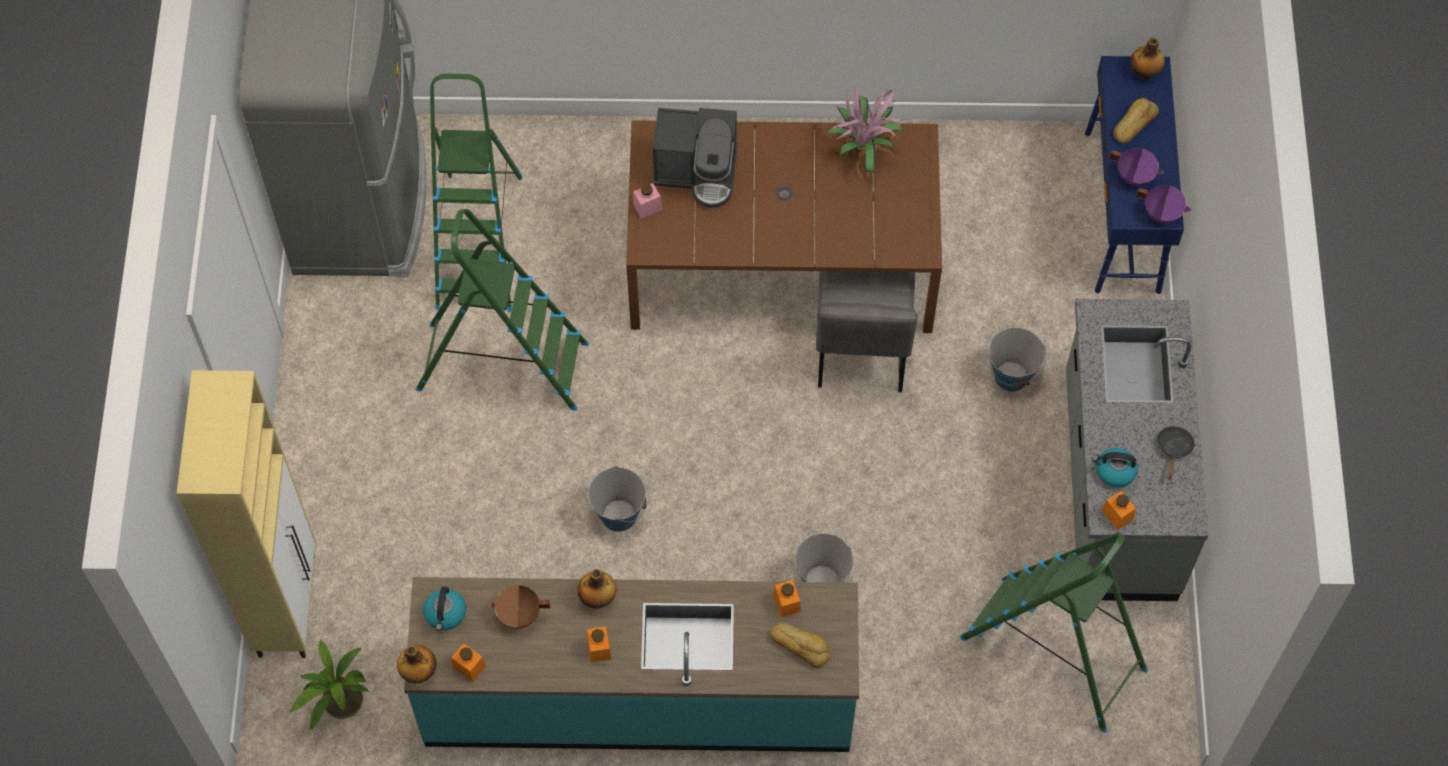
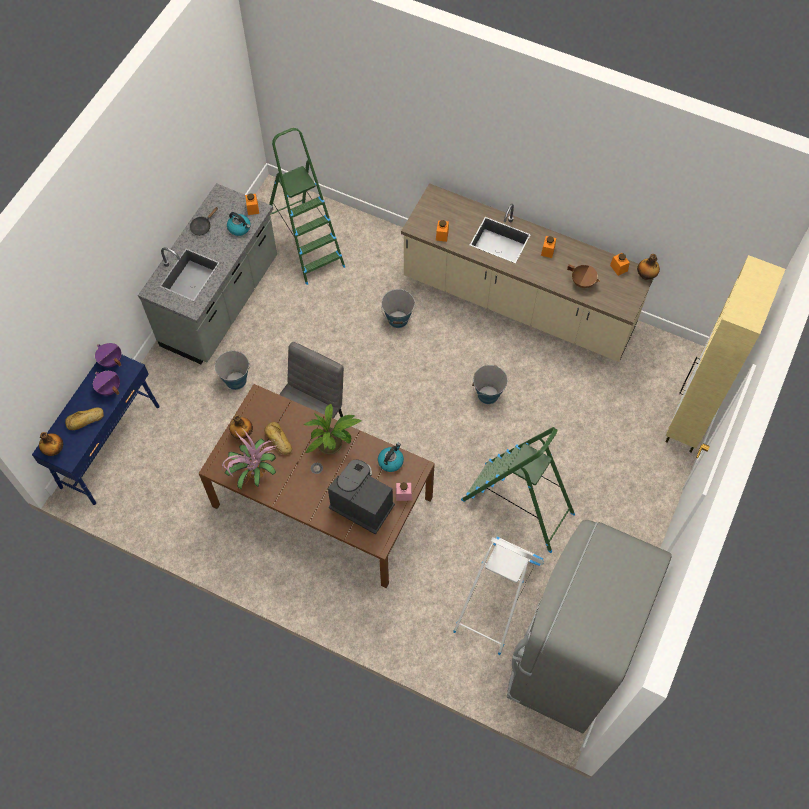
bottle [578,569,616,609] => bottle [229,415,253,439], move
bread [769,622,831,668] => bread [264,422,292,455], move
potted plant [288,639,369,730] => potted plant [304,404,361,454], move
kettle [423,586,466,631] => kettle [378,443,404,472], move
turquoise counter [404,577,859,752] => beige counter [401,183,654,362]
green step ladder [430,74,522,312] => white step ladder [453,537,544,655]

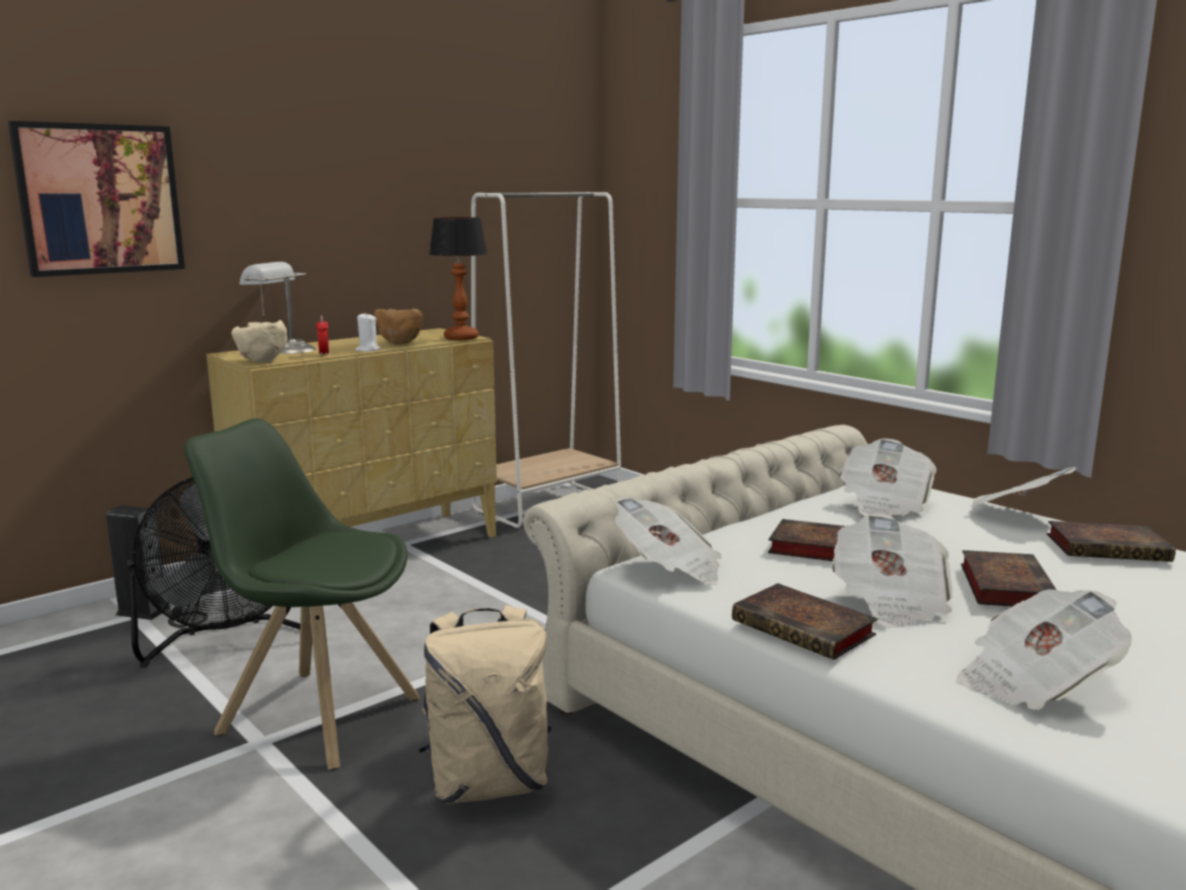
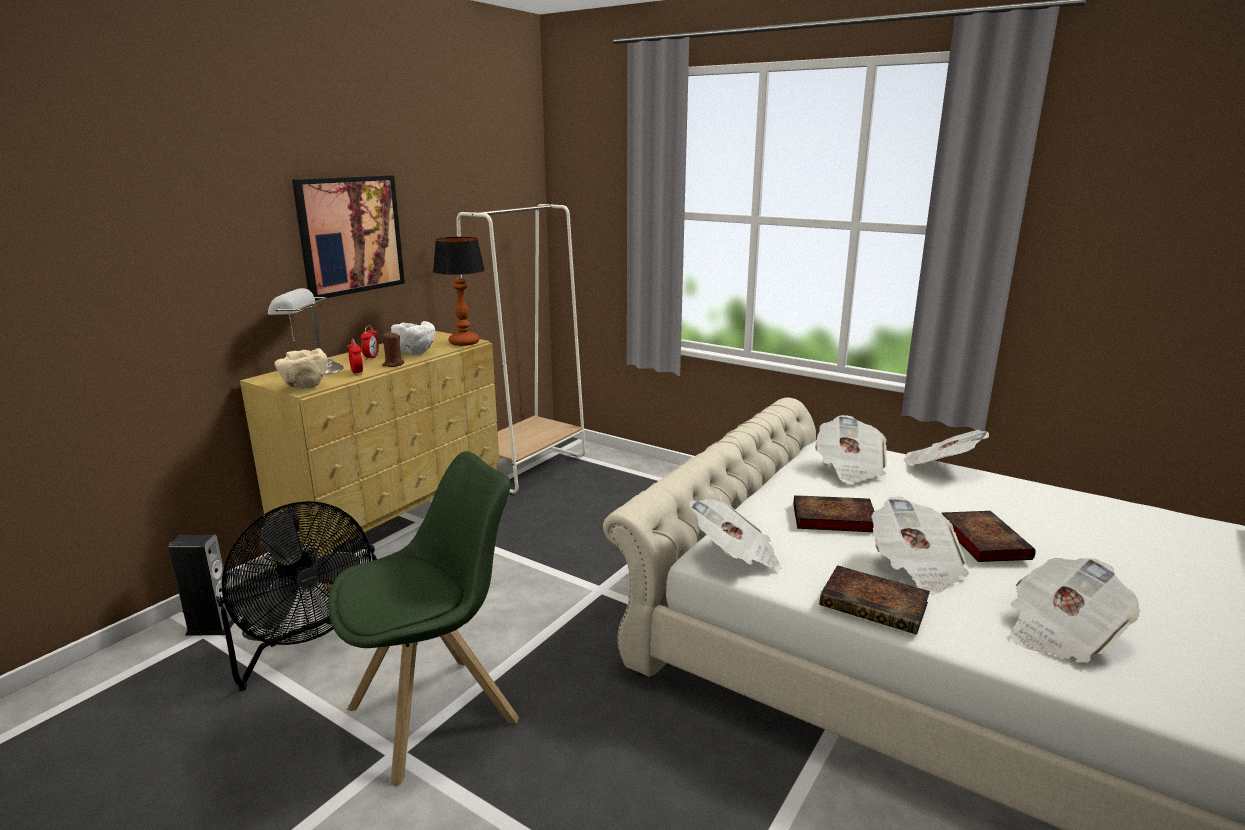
picture [8,121,185,277] => picture [292,175,405,300], move
green chair [184,418,420,770] => green chair [328,451,519,786], 135 degrees clockwise
nothing => alarm clock [361,325,379,360]
white candle [355,313,380,352] => brown candle [382,332,404,367]
brown bowl [374,309,423,344] => white bowl [391,321,435,355]
beige backpack [419,605,552,804] => nothing
book [1047,521,1176,562] => nothing

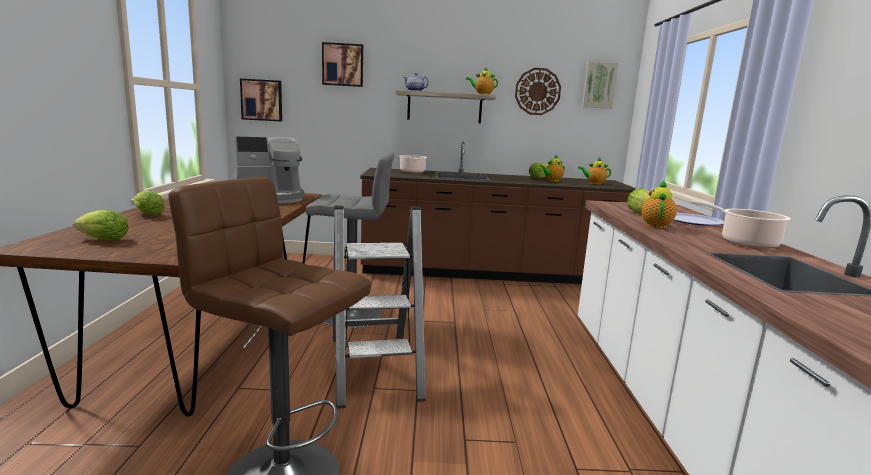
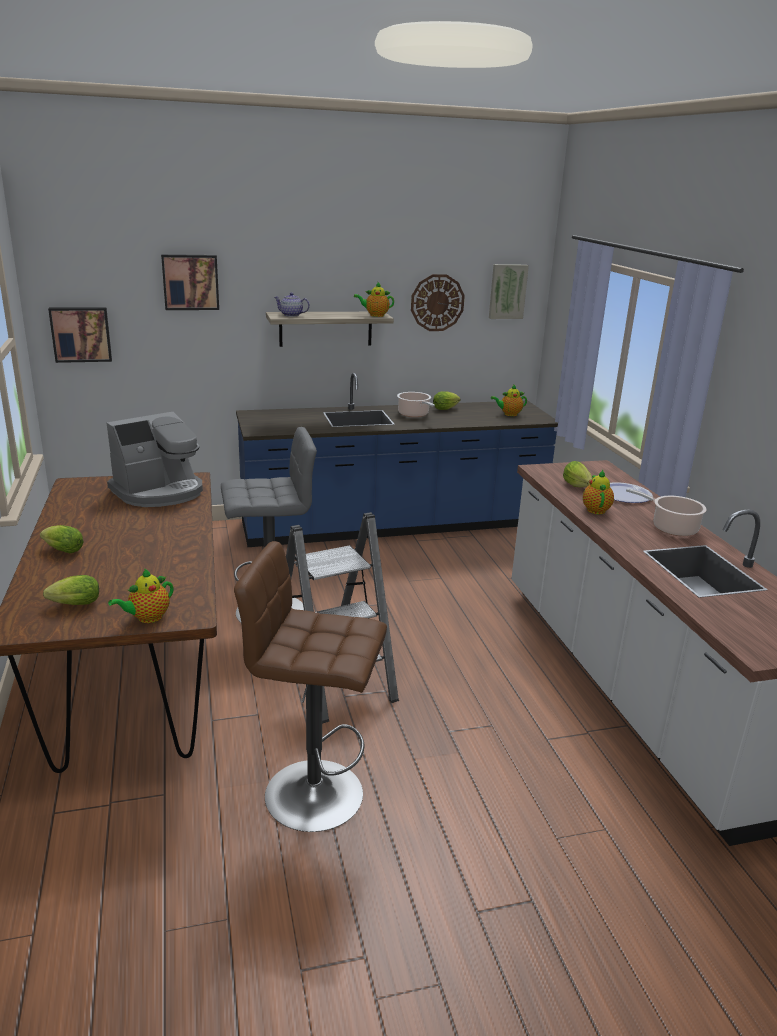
teapot [539,155,565,182] => teapot [108,569,174,623], move
brown counter [360,142,636,284] => blue counter [236,373,558,547]
cooking pot [399,155,427,173] => cooking pot [397,392,435,417], move

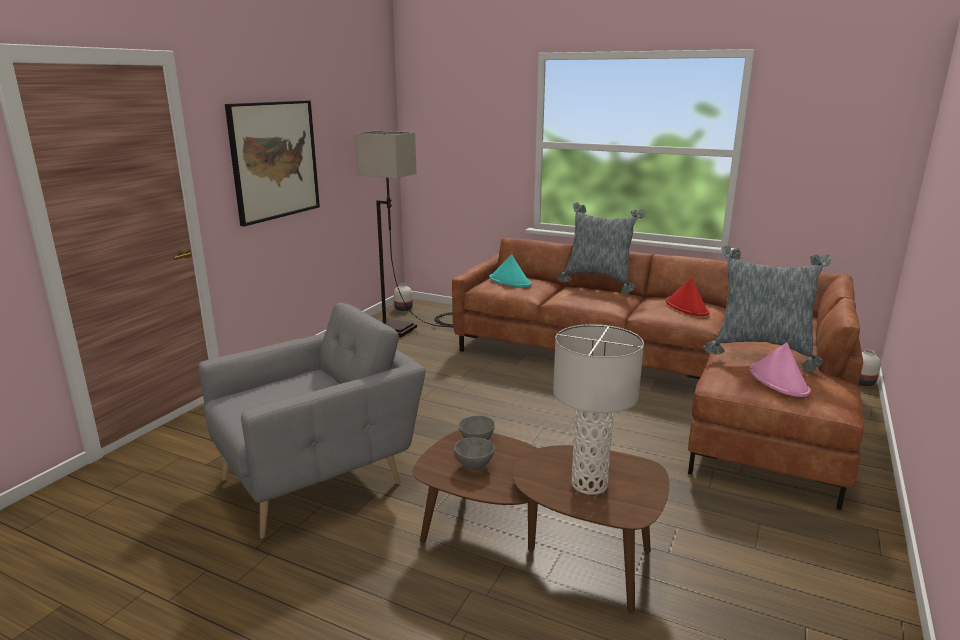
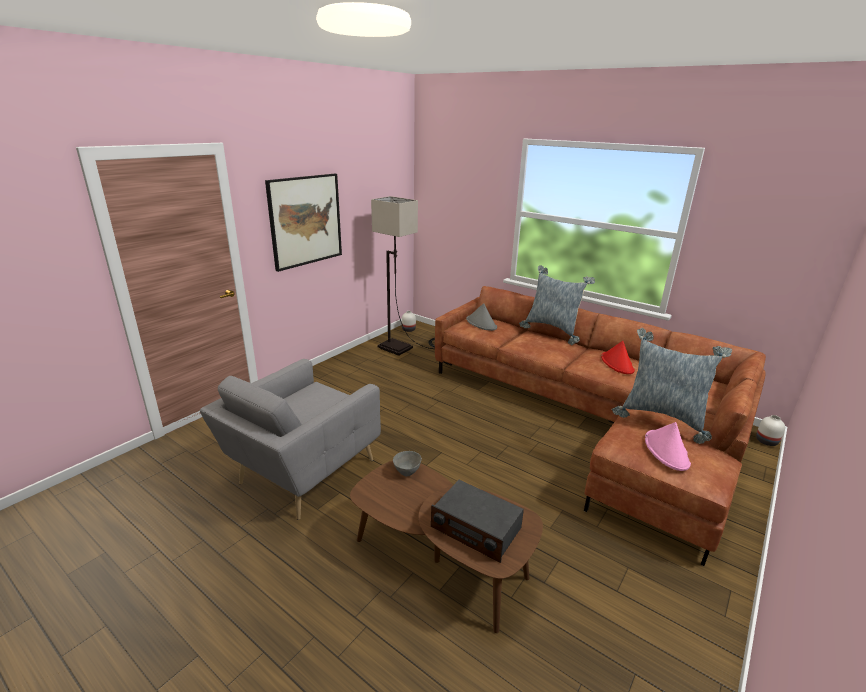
grey armchair [198,303,425,539] => grey armchair [200,359,381,520], 150 degrees clockwise
white table lamp [553,324,644,495] => radio [431,480,524,563]
turquoise hat [489,254,532,287] => grey hat [466,303,497,331]
grey bowl [454,437,495,470] => nothing

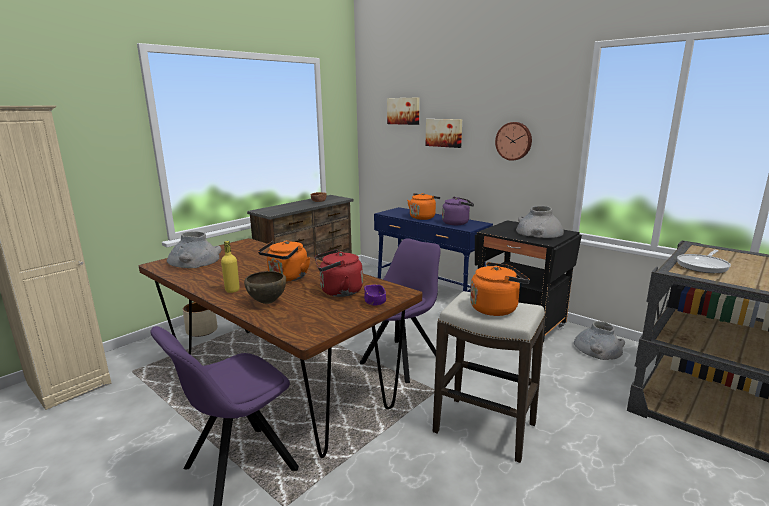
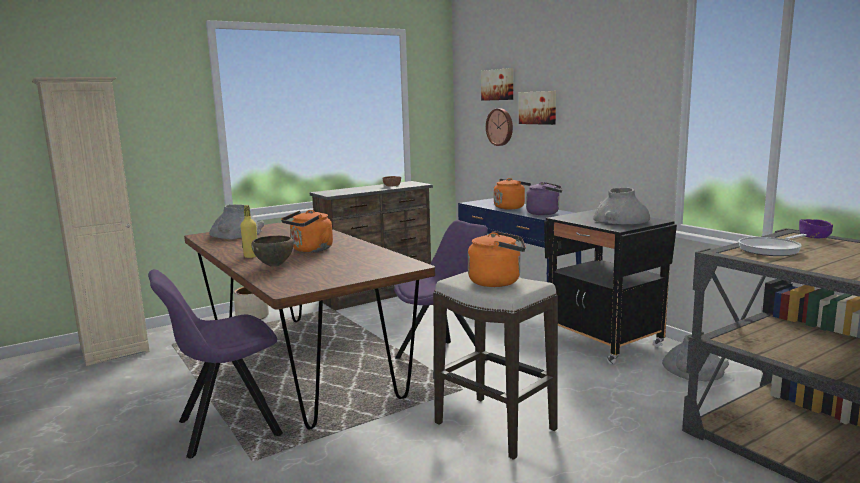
wall clock [495,122,532,161] => wall clock [486,109,513,146], move
purple bowl [364,285,386,305] => purple bowl [799,219,833,238], move
red kettle [315,249,363,297] => nothing

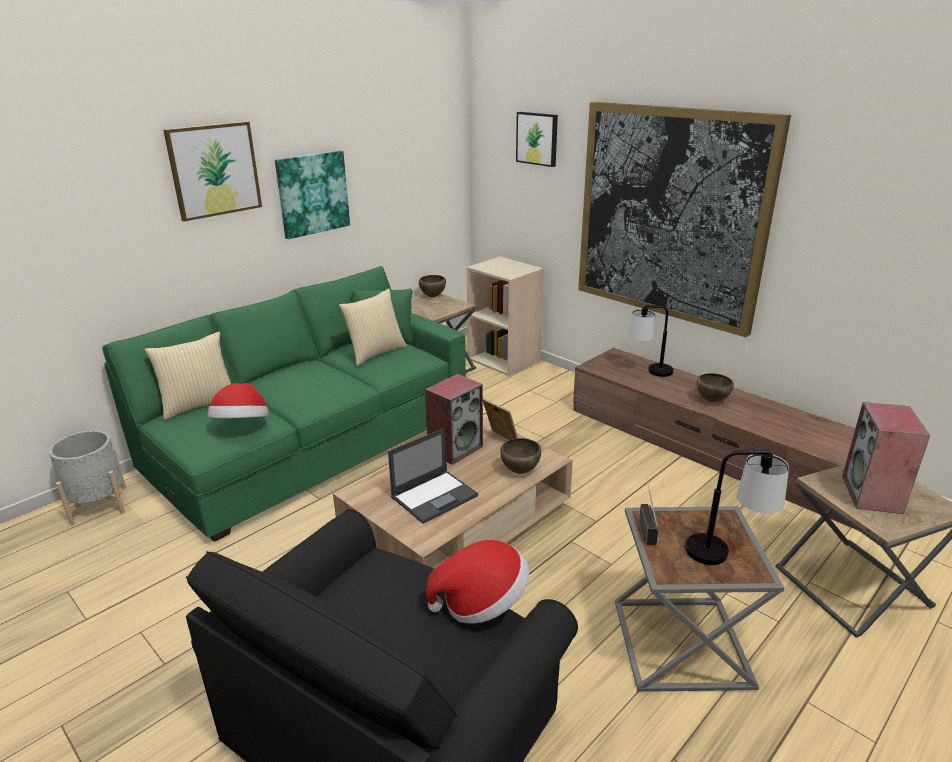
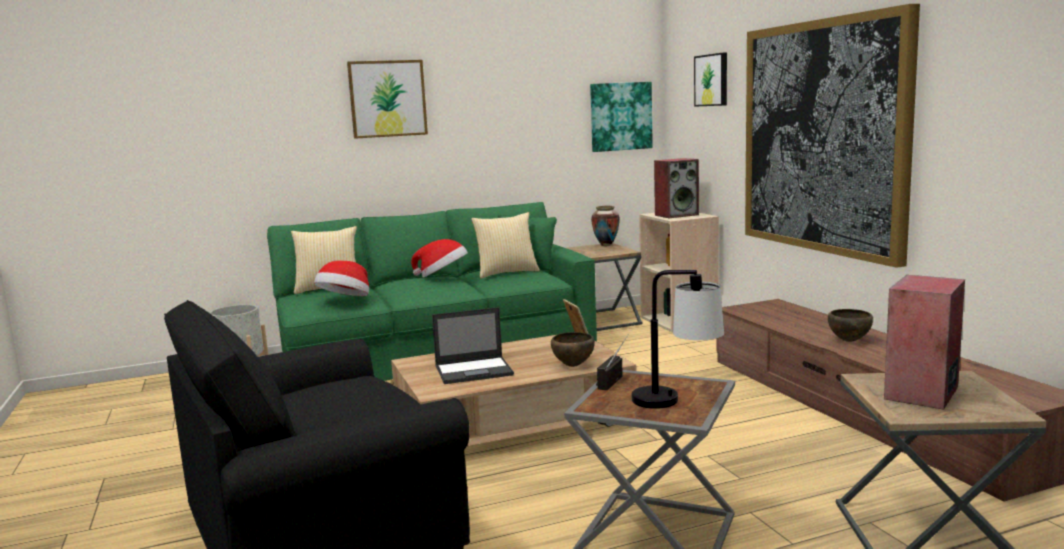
hat [426,540,529,624] => hat [411,239,468,278], move
picture [275,151,350,239] => picture [590,82,653,152], move
brown bowl [419,275,446,297] => vase [591,206,620,246]
speaker [425,374,483,465] => speaker [654,158,699,218], move
table lamp [628,305,674,377] => nothing

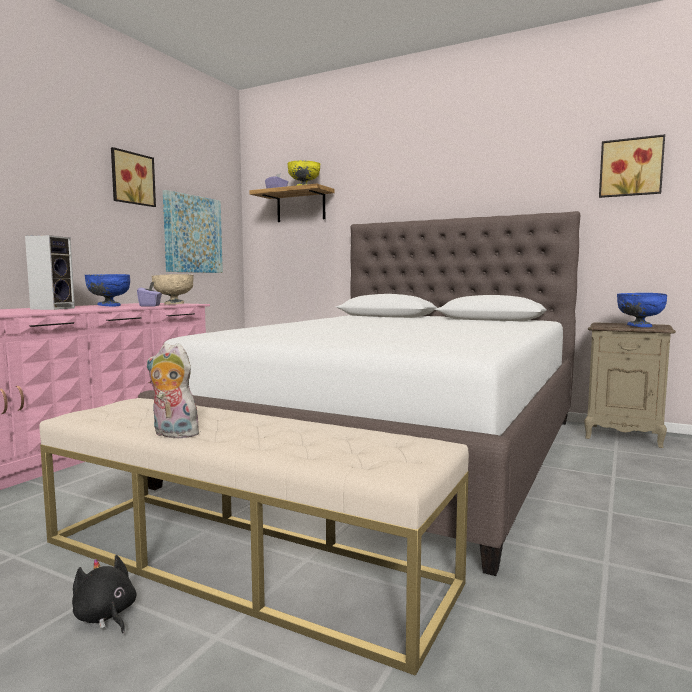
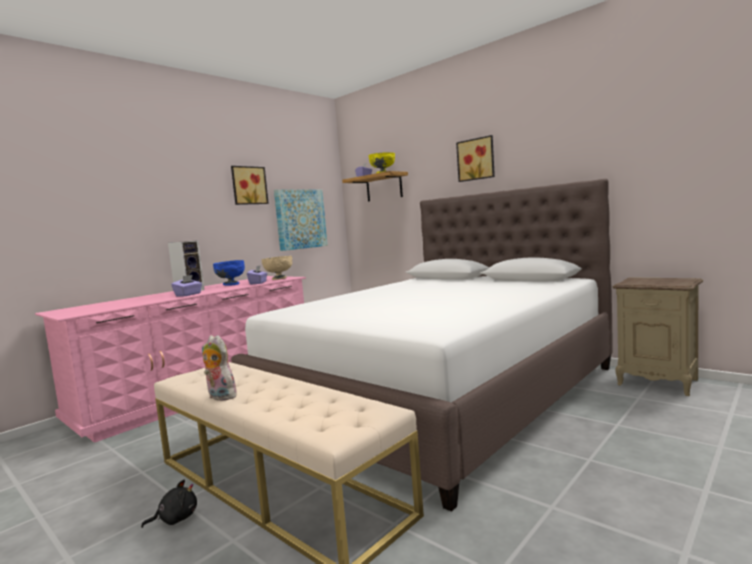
black plush toy [72,555,136,634] => black plush toy [141,479,197,528], 90 degrees clockwise
nothing => purple tissue box [171,275,202,296]
picture [599,134,665,198] => picture [456,135,495,182], move
blue bowl [617,293,667,327] => nothing

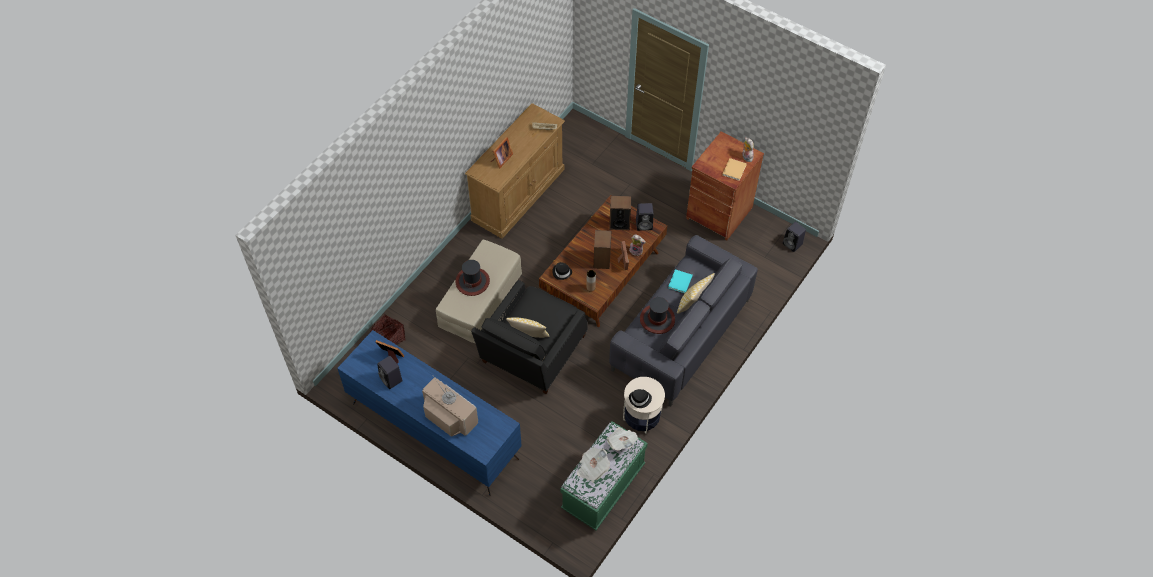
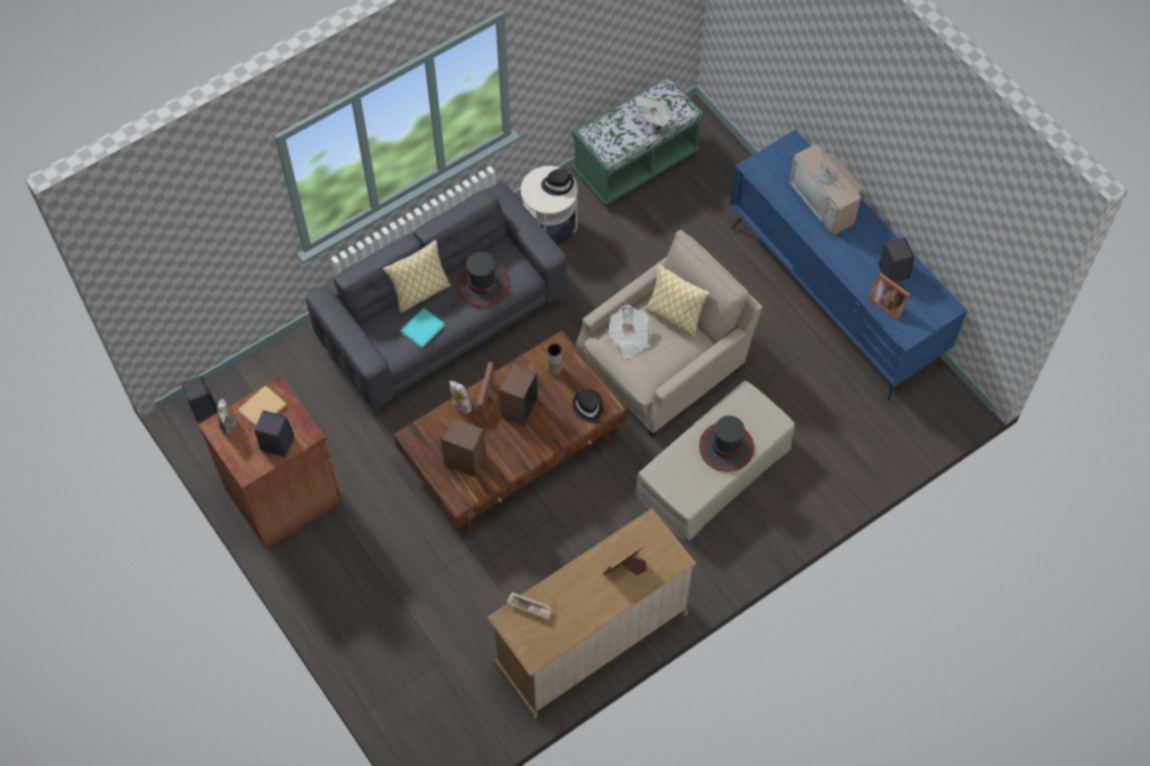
black speaker [636,203,653,231] => black speaker [254,411,294,457], move
black armchair [471,280,588,394] => beige armchair [576,230,763,438]
newspaper [606,427,638,450] => newspaper [608,305,651,359], move
basket [370,314,405,345] => nothing

